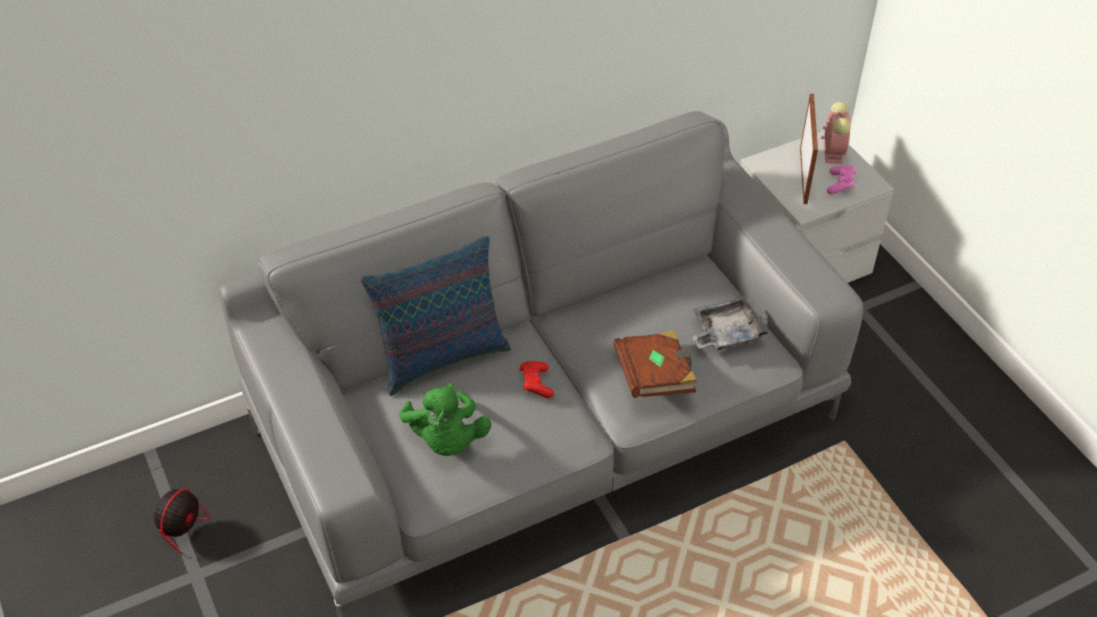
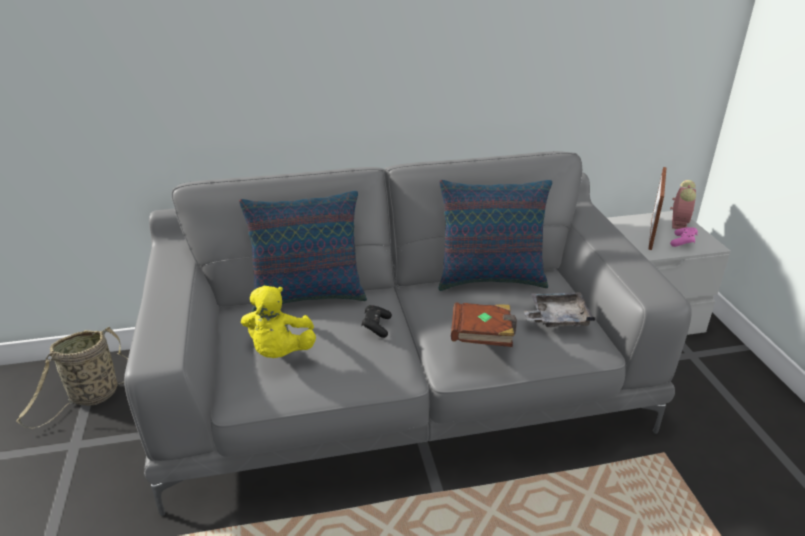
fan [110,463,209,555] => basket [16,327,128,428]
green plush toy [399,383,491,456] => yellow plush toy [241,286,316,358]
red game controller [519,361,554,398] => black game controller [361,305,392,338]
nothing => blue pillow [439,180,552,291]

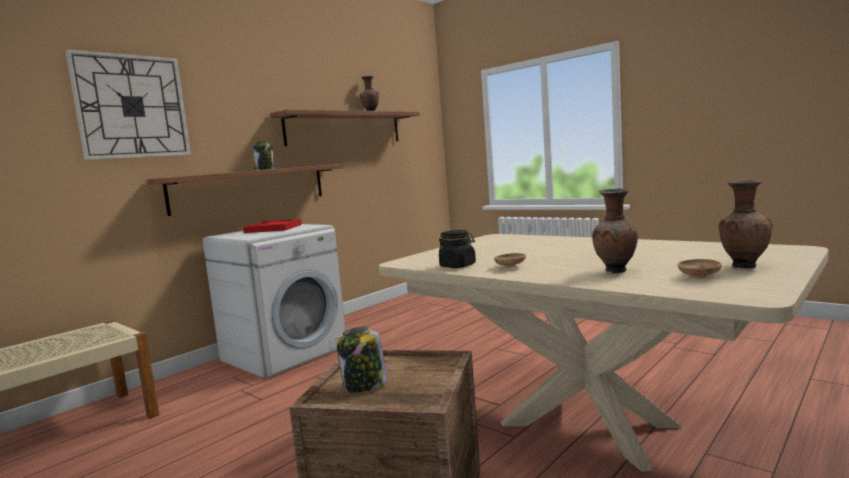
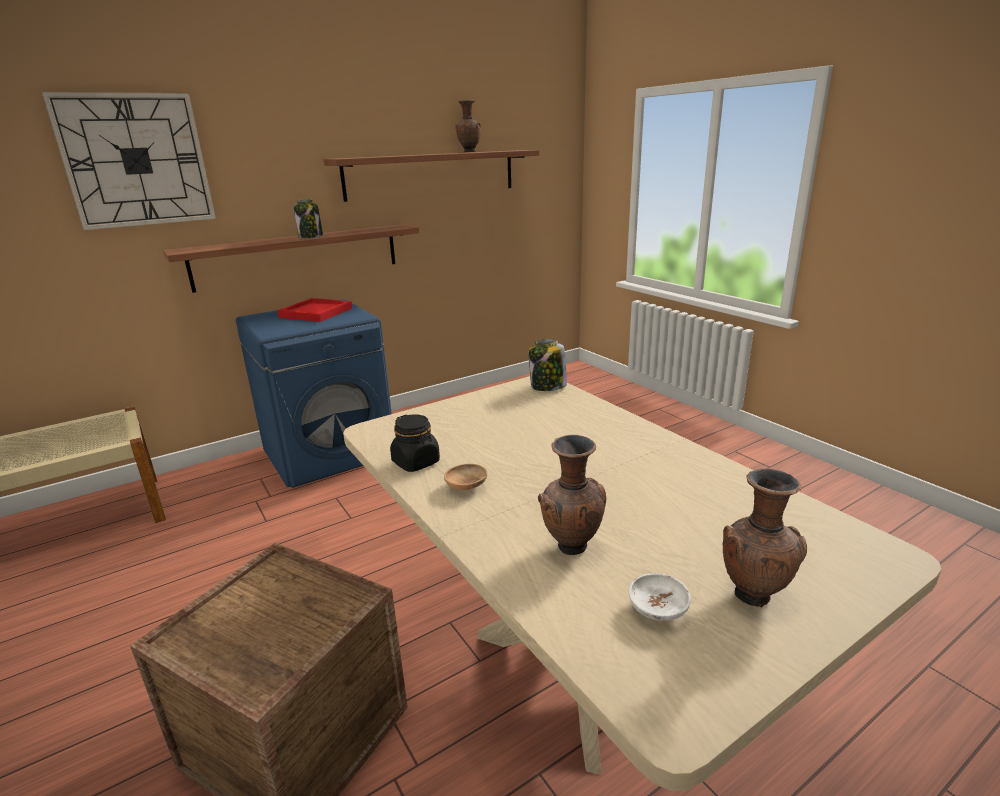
white washing machine [202,224,346,378] => blue washing machine [236,299,392,488]
jar [337,326,388,393] => jar [529,339,567,391], move
brown bowl [678,259,722,279] => white bowl [629,573,691,621]

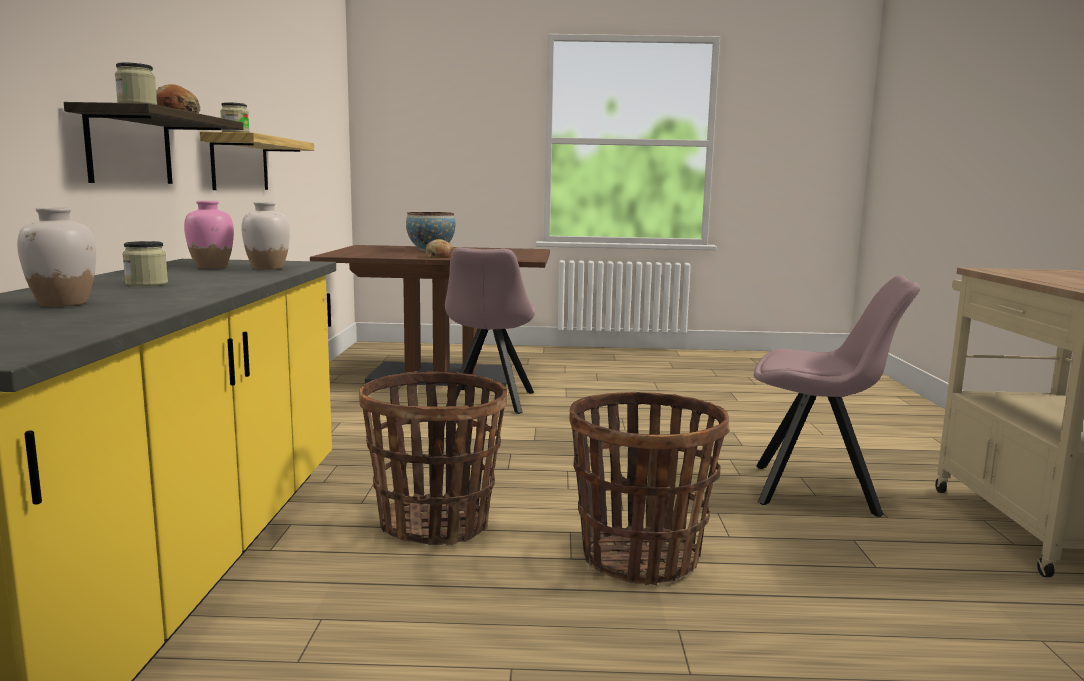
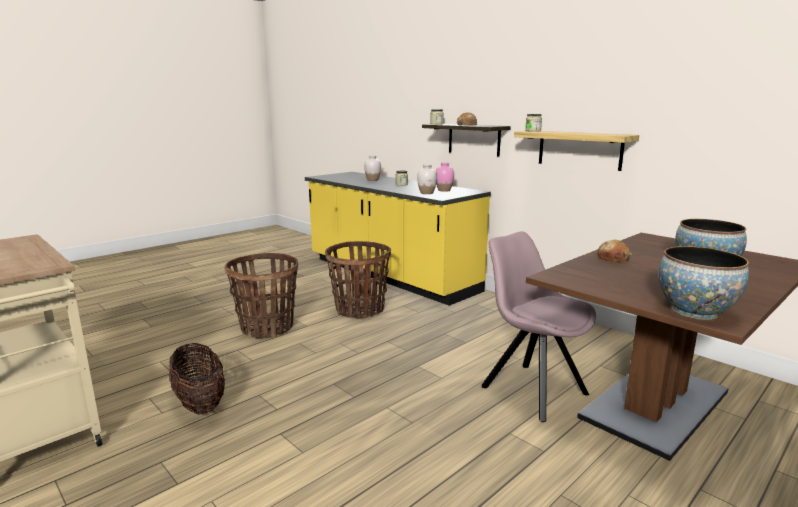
pink chair [754,275,920,517] => basket [169,343,225,415]
nothing => bowl [659,246,749,320]

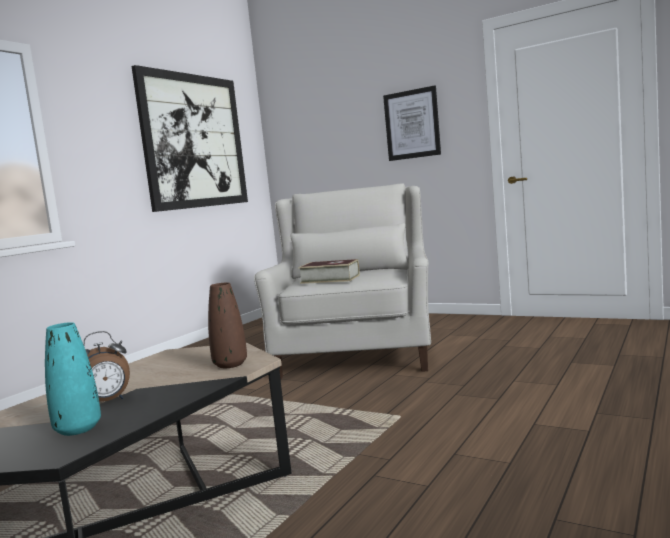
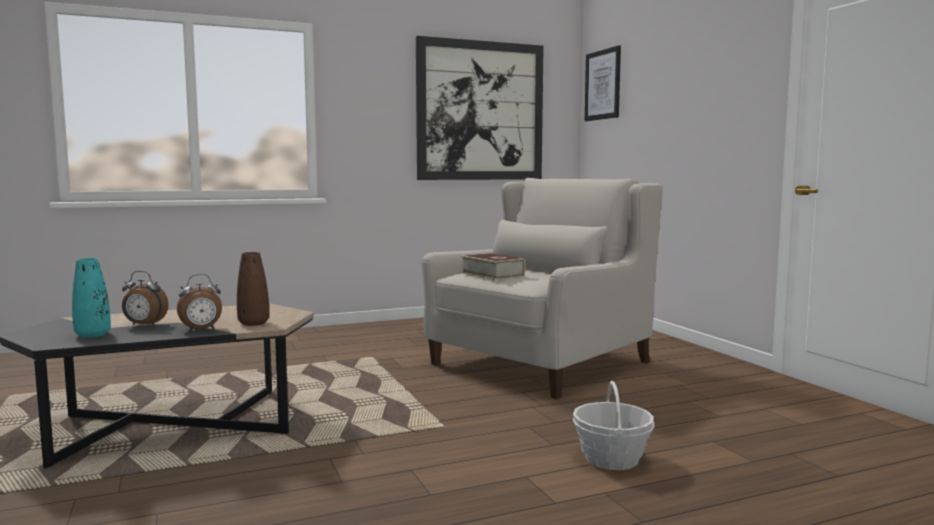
nothing => alarm clock [177,274,222,332]
nothing => basket [573,381,655,470]
picture [383,85,441,161] => picture [585,45,621,121], move

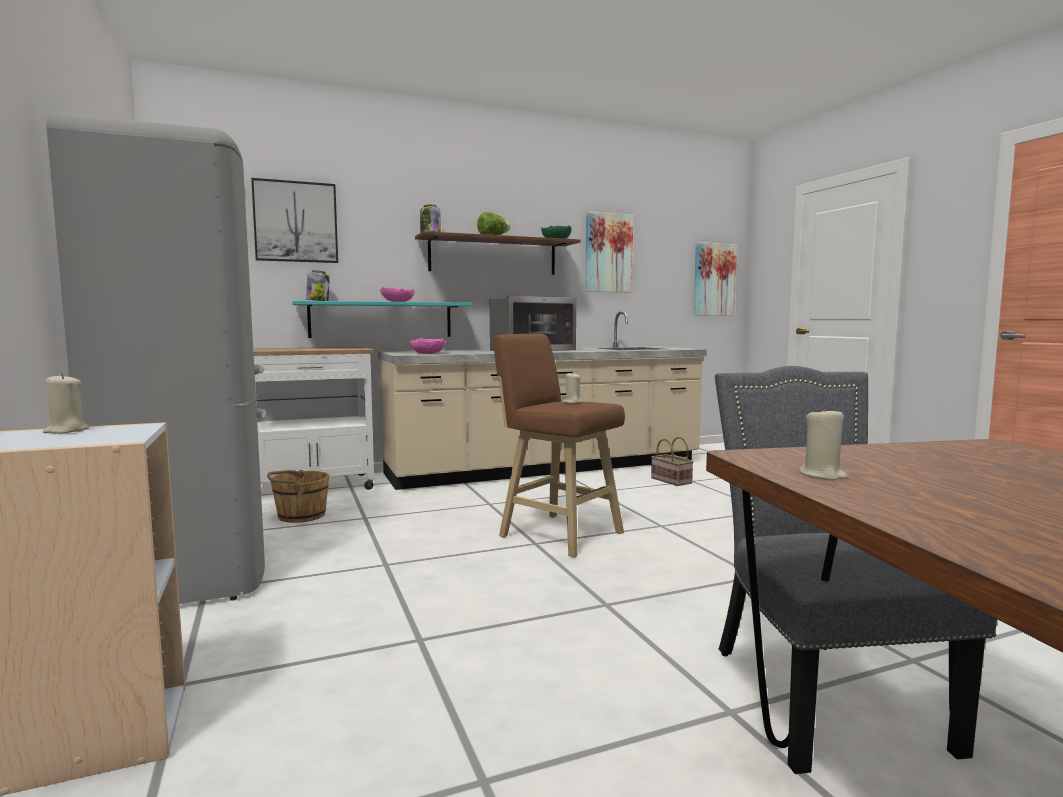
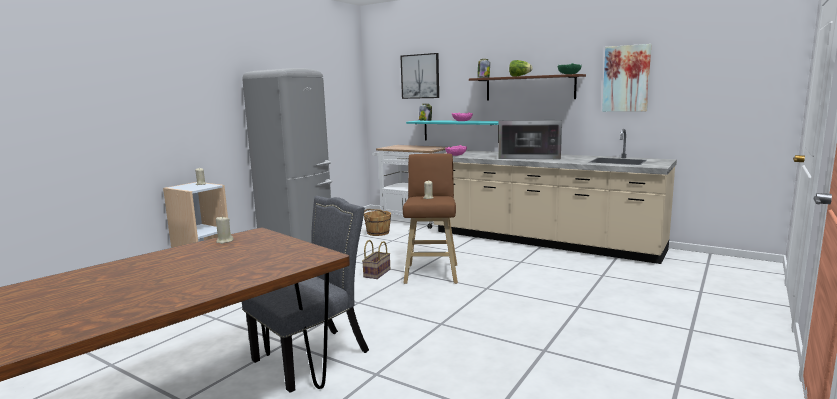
basket [651,437,694,486] => basket [362,240,390,279], move
picture [693,242,737,316] => nothing

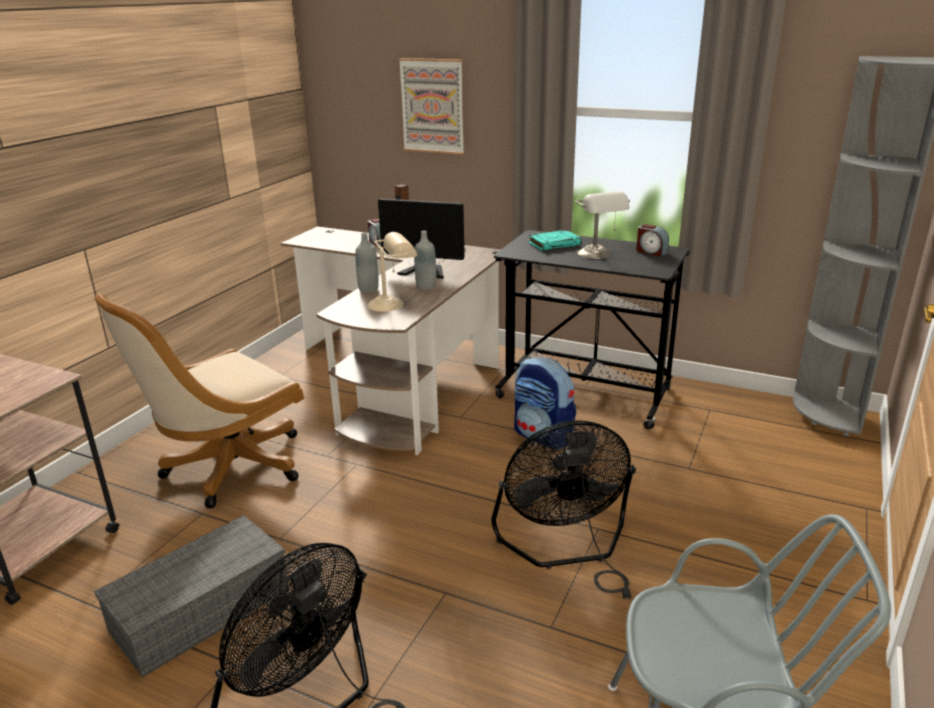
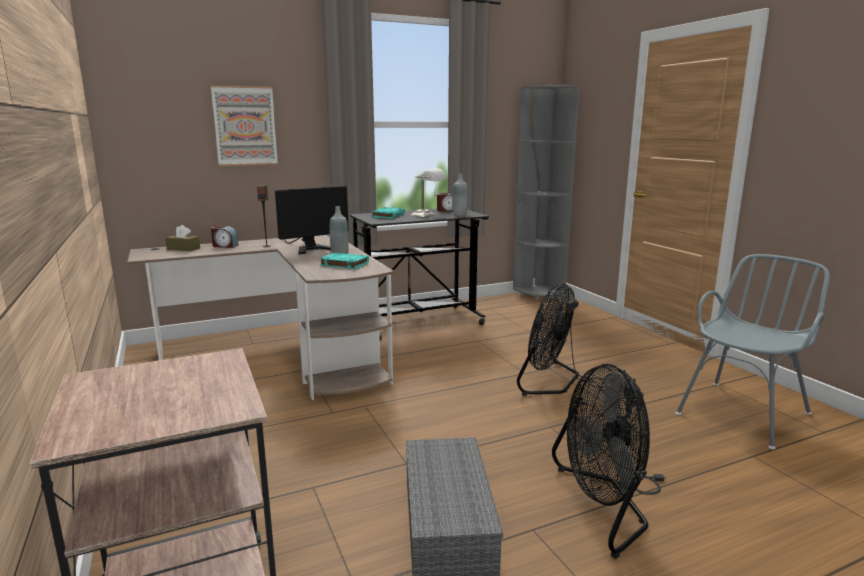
nothing => brown tissue box [165,225,200,251]
beige table lamp [367,232,418,312] => turquoise book [319,253,369,269]
grey bottle [355,233,379,293] => grey bottle [452,174,468,216], move
office chair [94,294,304,508] => nothing
backpack [514,357,576,450] => nothing

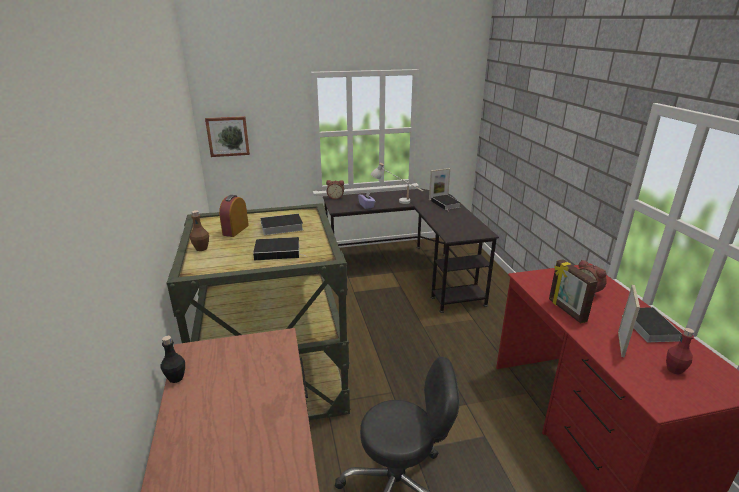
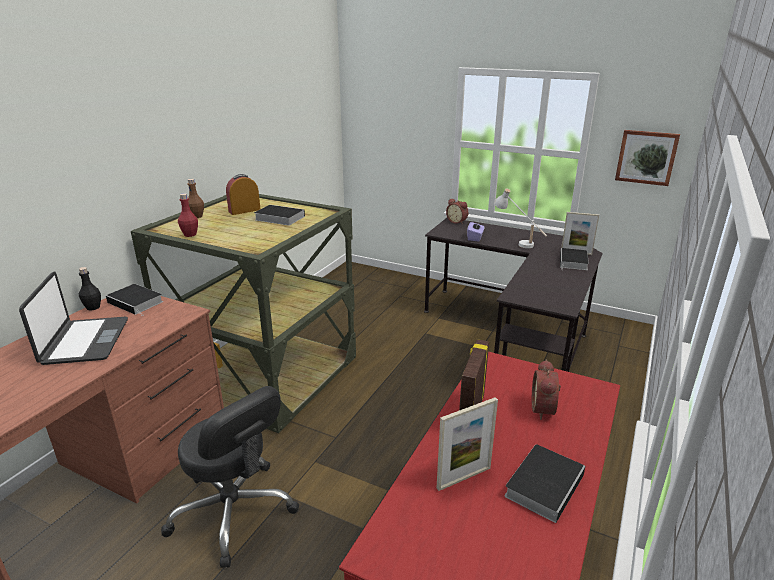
nothing => laptop [19,272,128,365]
book [253,237,308,260] => book [106,284,163,316], move
red bottle [666,328,694,375] => red bottle [178,193,198,237], move
picture [205,116,250,157] => picture [615,130,680,186], move

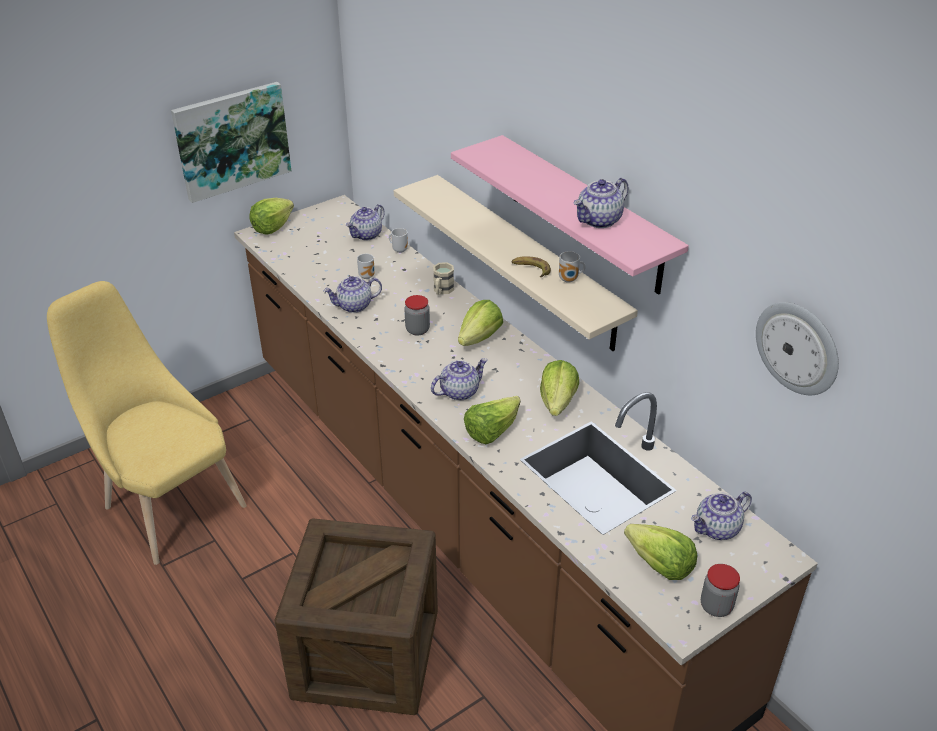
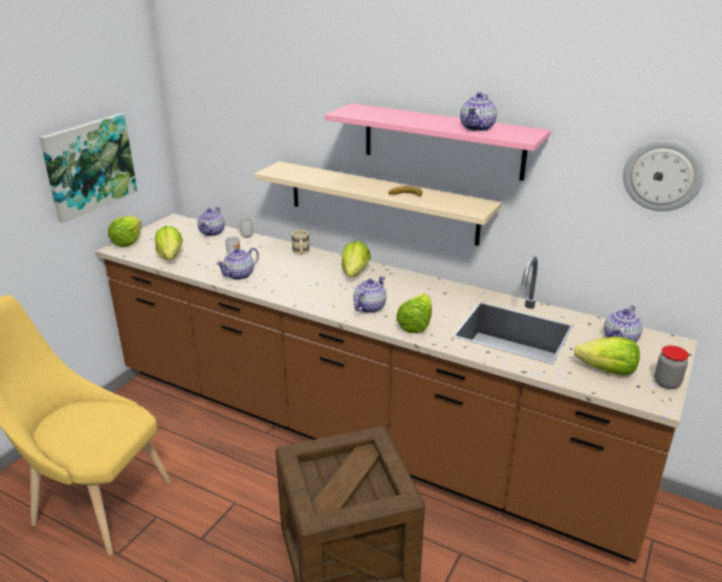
lettuce [540,360,579,416] => lettuce [155,226,183,260], move
jar [404,295,430,336] => nothing
mug [559,251,586,283] => nothing

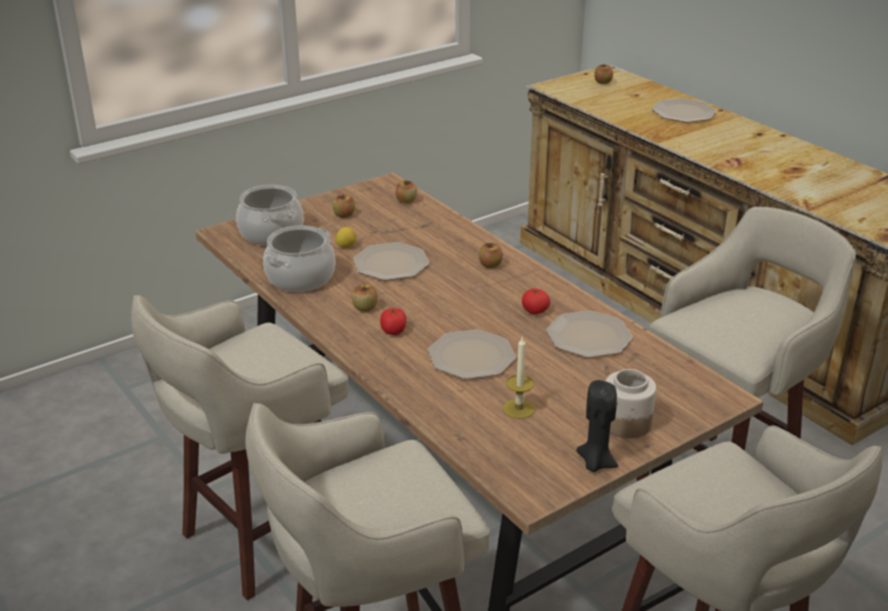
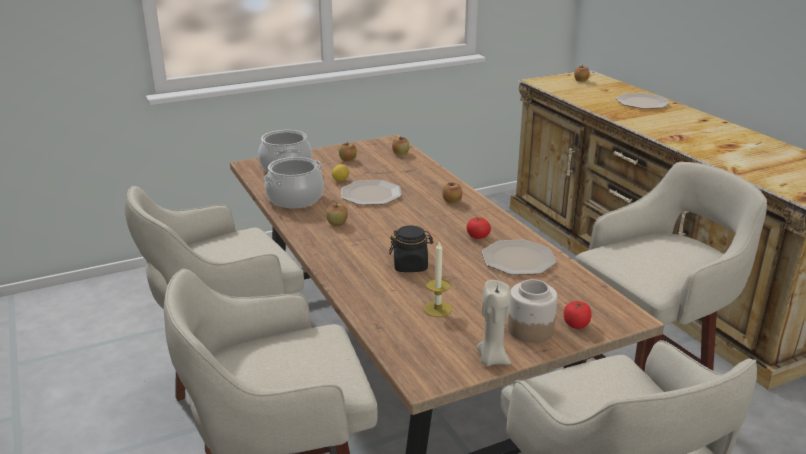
plate [428,329,516,379] => black jar [389,225,433,272]
black candle [576,380,618,472] => beige candle [477,280,511,366]
tomato [380,308,407,335] => tomato [564,301,591,329], move

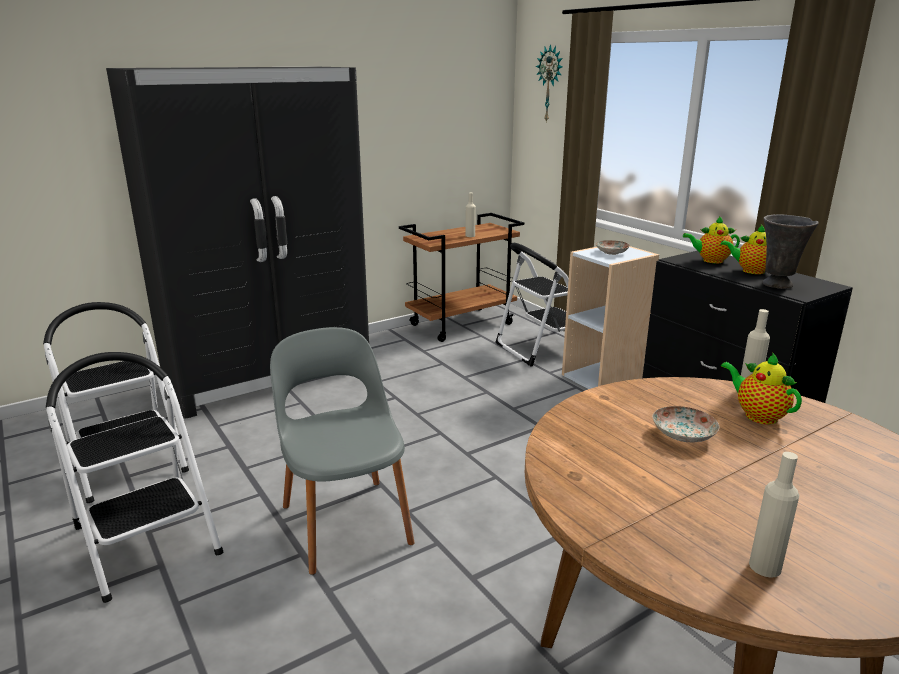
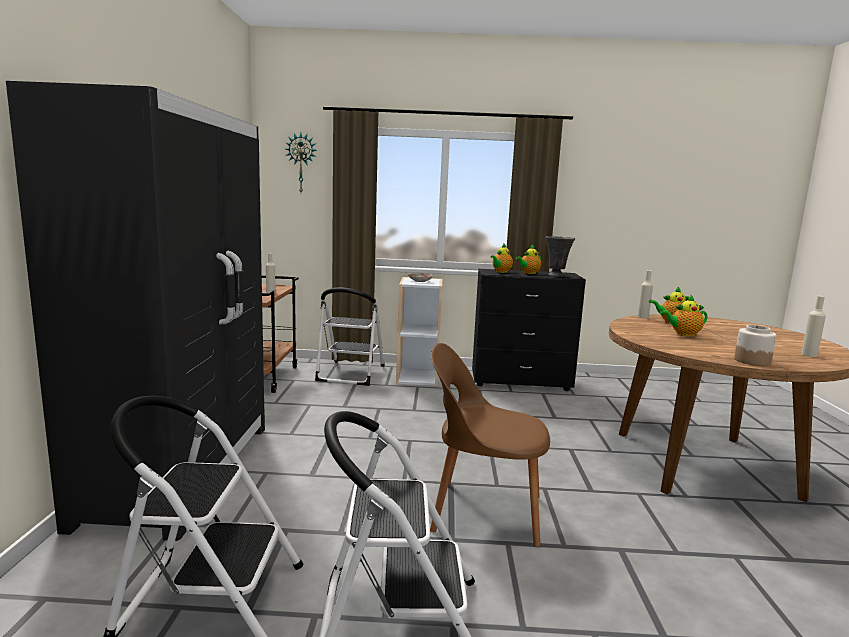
grey chair [270,327,415,575] => brown chair [430,343,550,547]
plate [652,406,719,443] => teapot [660,295,708,337]
nothing => jar [734,325,776,366]

